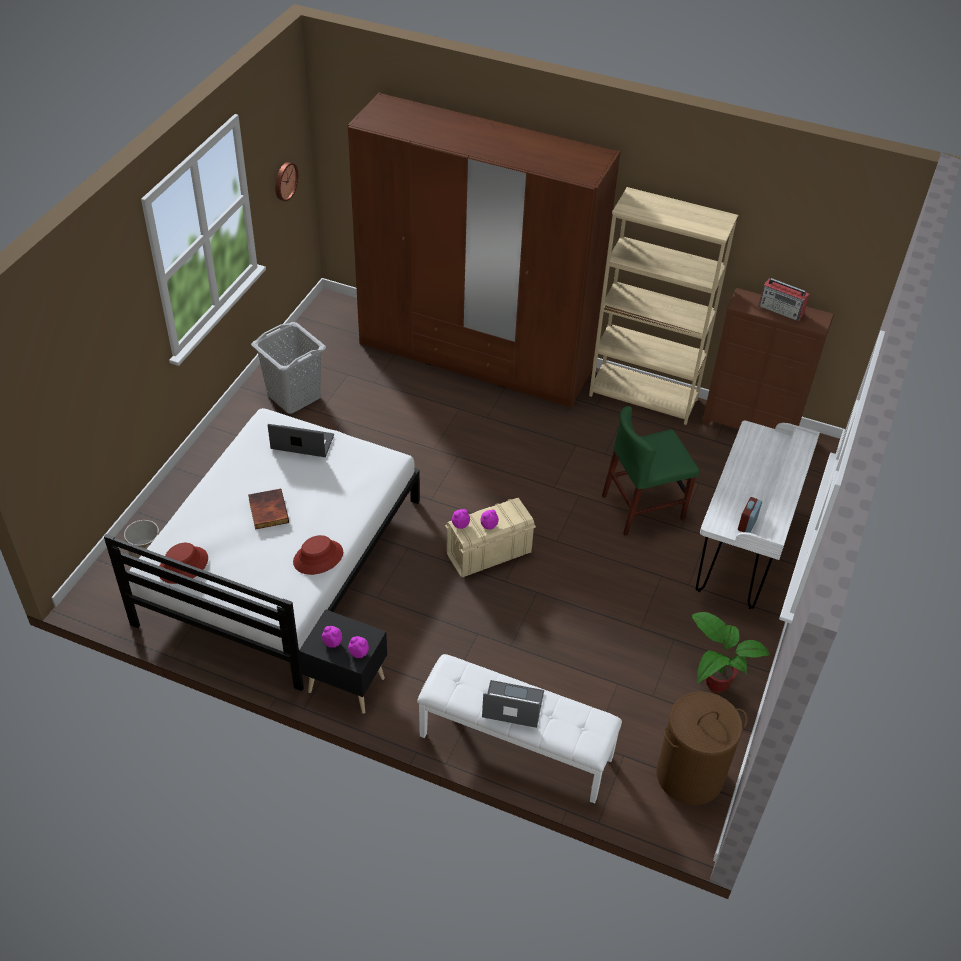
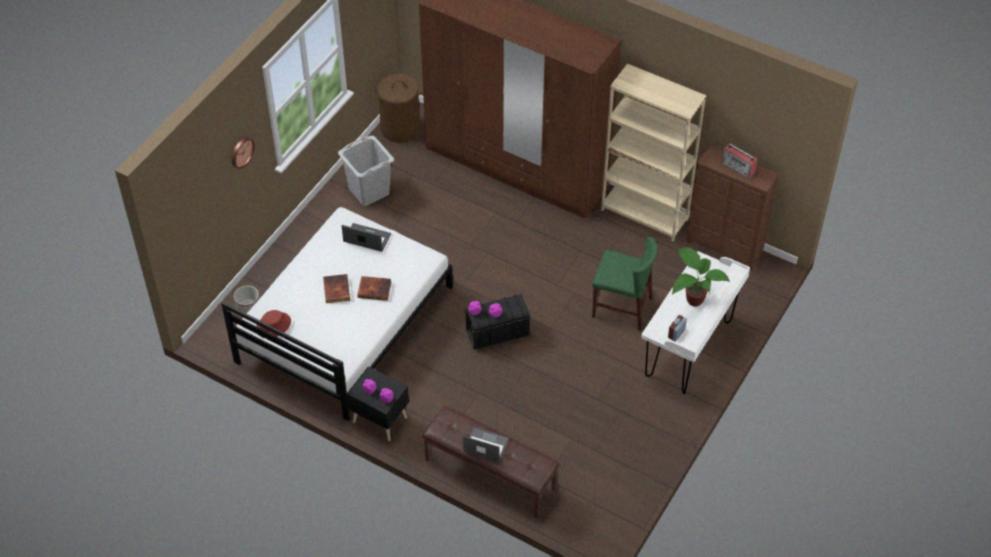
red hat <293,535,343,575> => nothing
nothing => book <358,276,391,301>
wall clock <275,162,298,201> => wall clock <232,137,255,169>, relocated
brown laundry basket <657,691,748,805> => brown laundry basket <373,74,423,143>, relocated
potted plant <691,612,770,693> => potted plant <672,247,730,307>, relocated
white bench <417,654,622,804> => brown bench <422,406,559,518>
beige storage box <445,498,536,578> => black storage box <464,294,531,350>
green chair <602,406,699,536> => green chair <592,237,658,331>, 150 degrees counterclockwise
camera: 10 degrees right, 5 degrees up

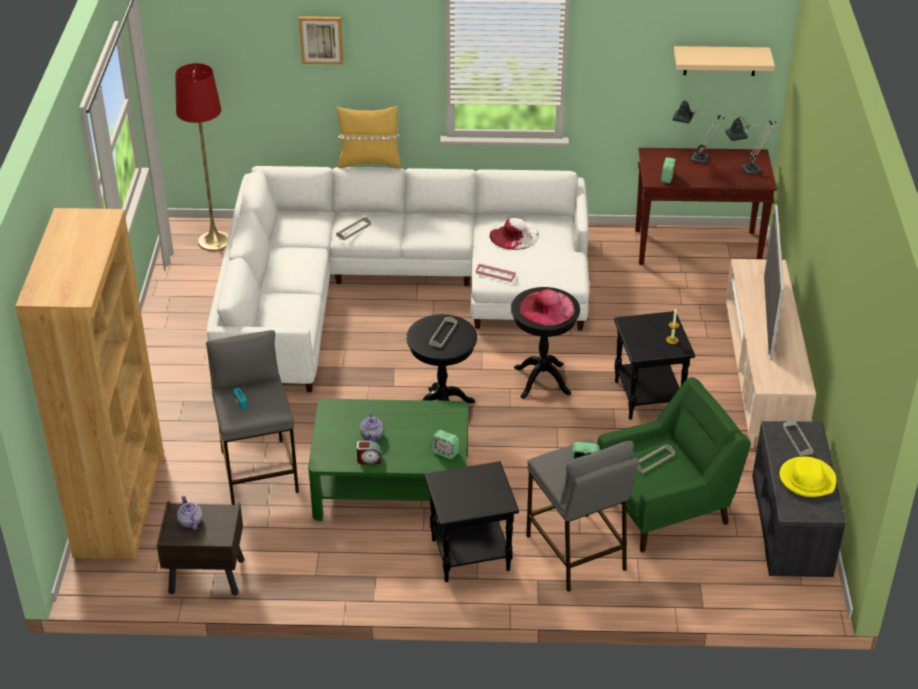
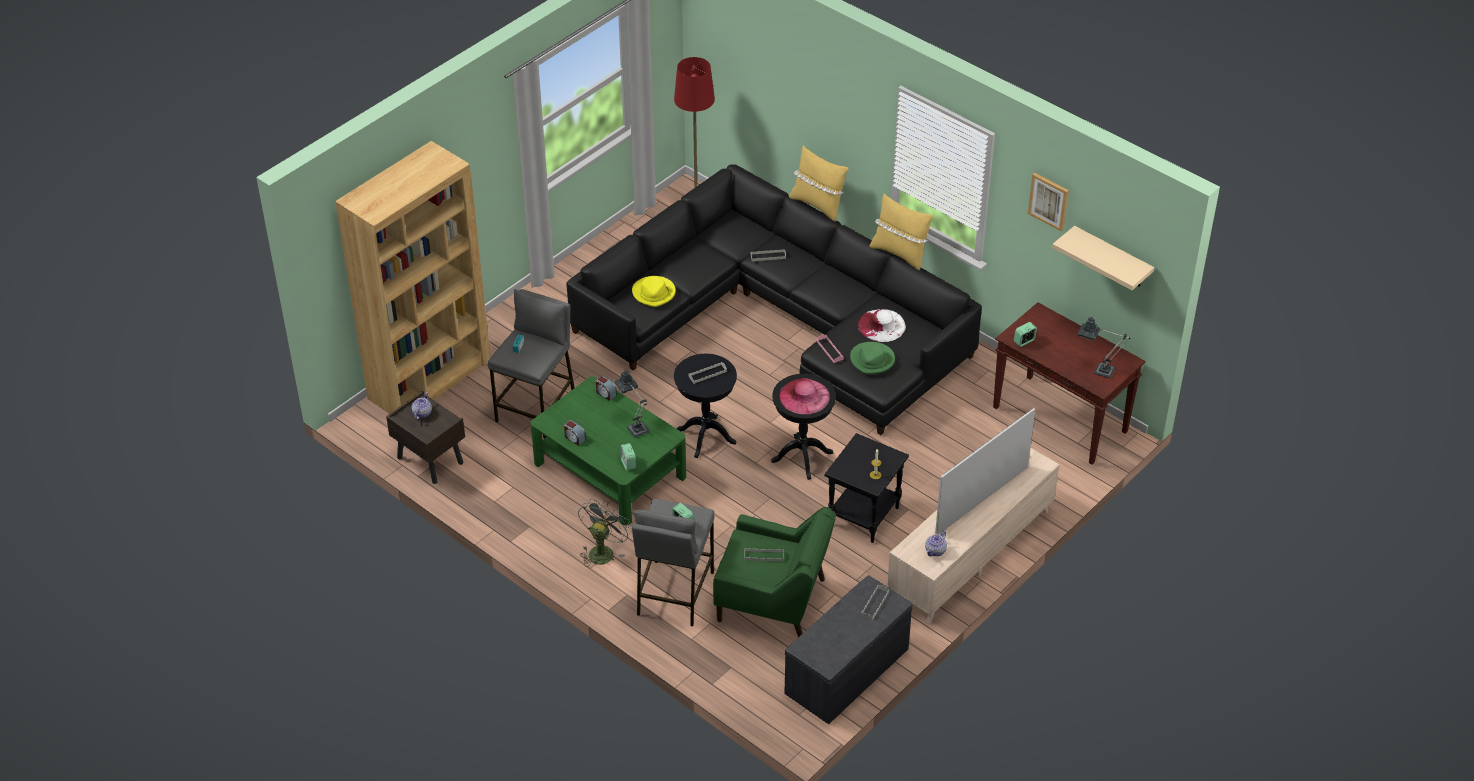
nothing => alarm clock <596,375,617,401>
nothing => green hat <850,342,895,374>
nothing => yellow pillow <869,193,933,270>
picture <299,16,343,64> => picture <1028,173,1069,231>, relocated
teapot <360,411,384,441> => teapot <925,530,947,556>, relocated
table lamp <673,100,724,164> => table lamp <615,370,649,438>, relocated
yellow hat <780,456,836,497> => yellow hat <632,276,676,307>, relocated
black side table <424,461,519,582> => grey fan <578,499,632,566>
white sofa <207,166,589,392> => black sofa <566,164,982,435>
camera: 40 degrees right, 5 degrees up

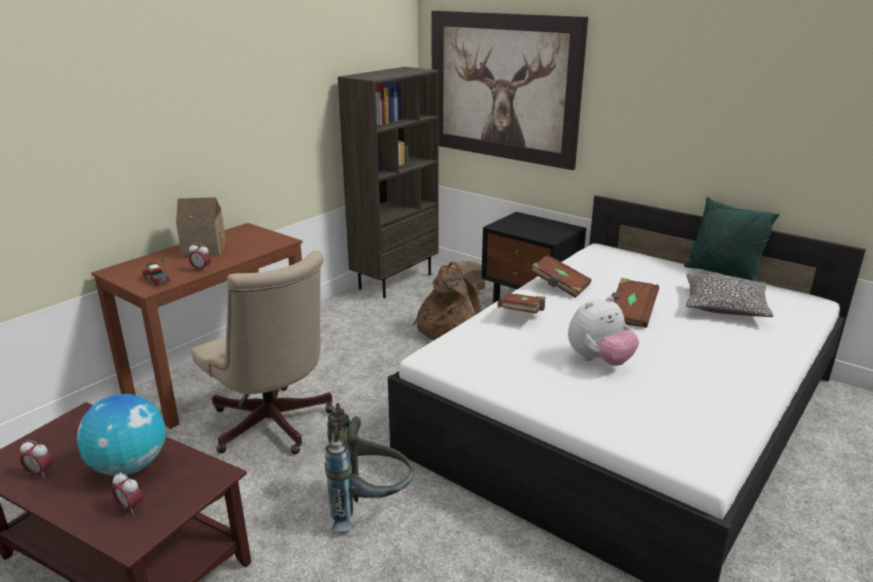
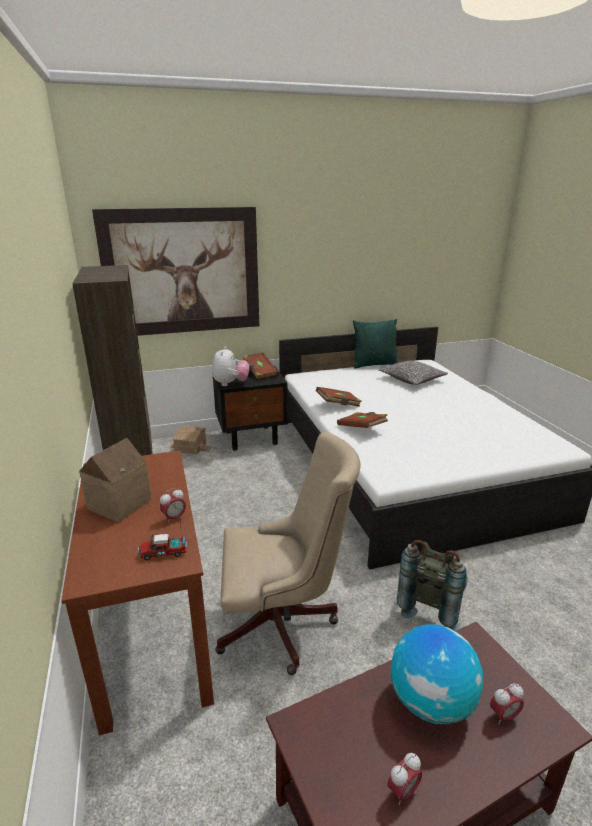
brown backpack <413,261,482,340> => nothing
plush toy <568,296,639,366> => plush toy <212,346,249,386>, relocated
brown book <611,278,659,328> => brown book <243,353,279,380>, relocated
camera: 55 degrees left, 0 degrees up

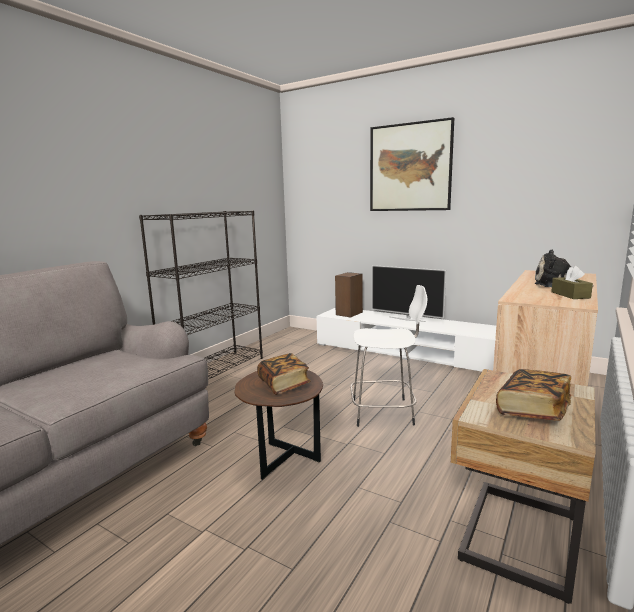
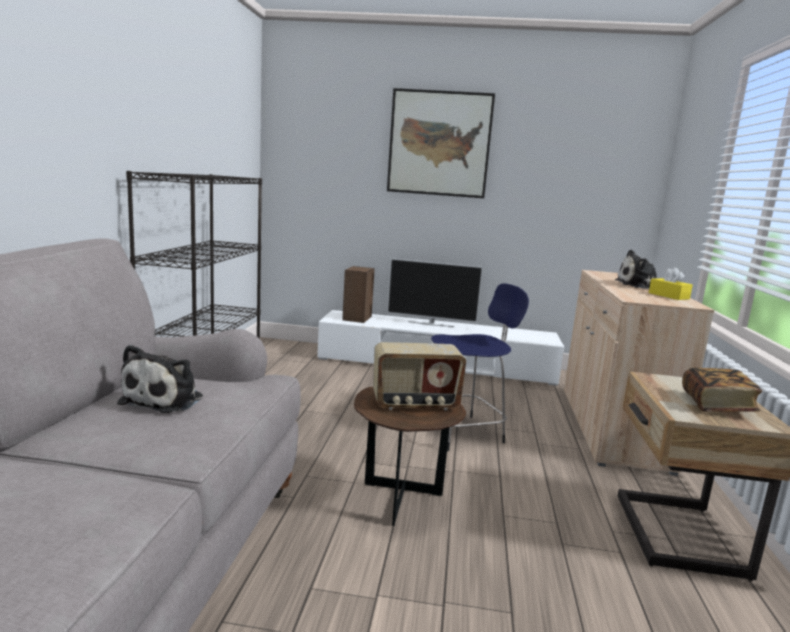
nothing => plush toy <117,345,203,413>
book <257,353,311,395> => radio <373,342,466,410>
white stool <350,285,427,427> => blue stool <431,284,529,451>
brown tissue box <551,266,593,299> => yellow tissue box <649,267,693,300>
camera: 25 degrees left, 0 degrees up

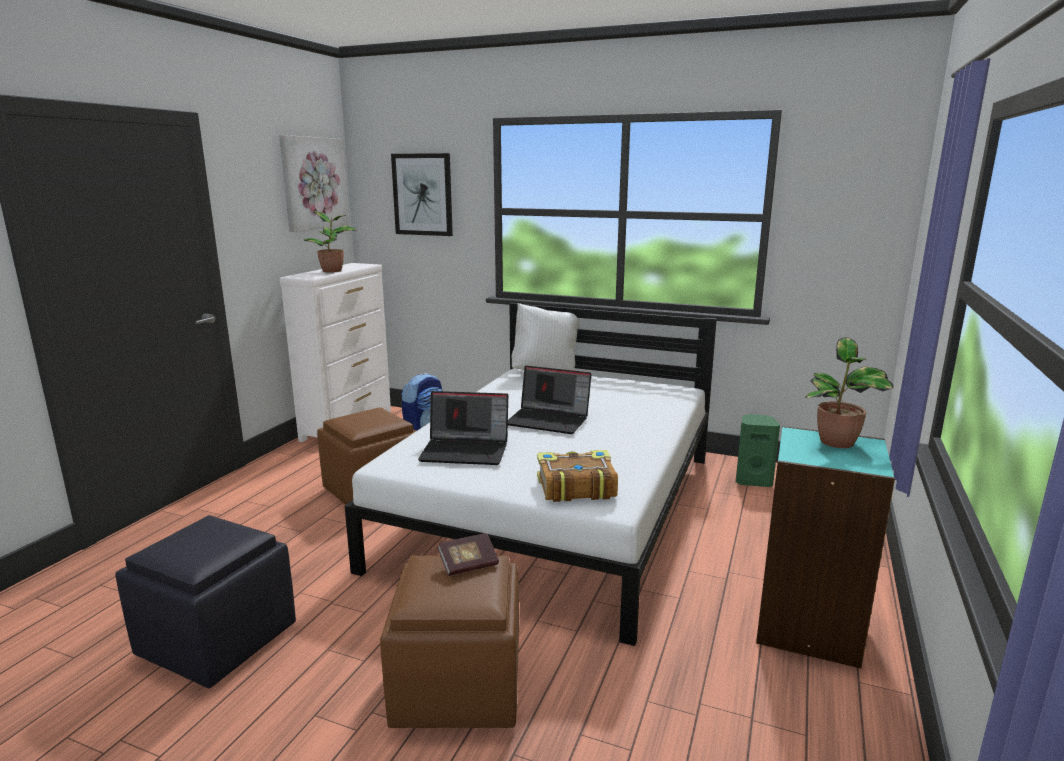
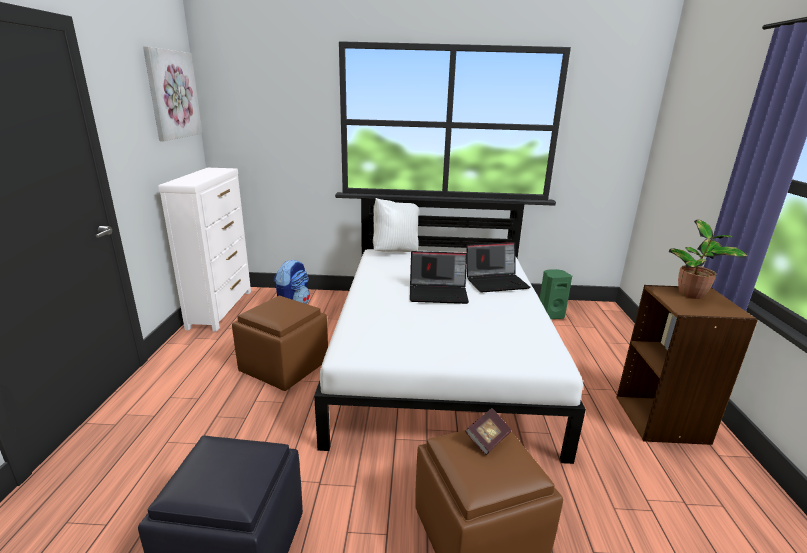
potted plant <303,211,357,273> => nothing
picture <391,153,453,236> => nothing
book <537,450,618,502> => nothing
laptop <418,391,508,465> => laptop <466,242,530,293>, relocated
turquoise bookcase <756,426,895,668> => brown bookcase <616,285,758,445>
camera: 20 degrees left, 5 degrees up

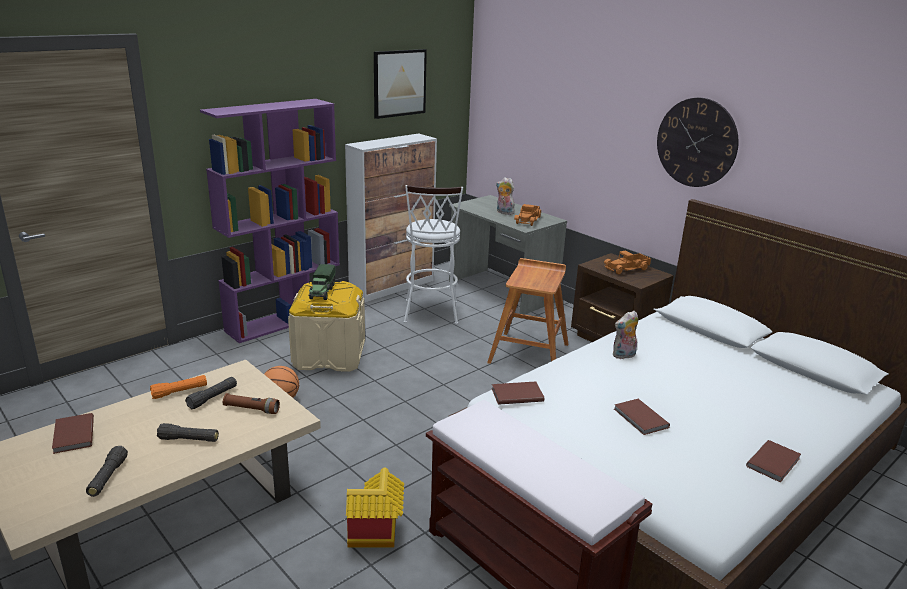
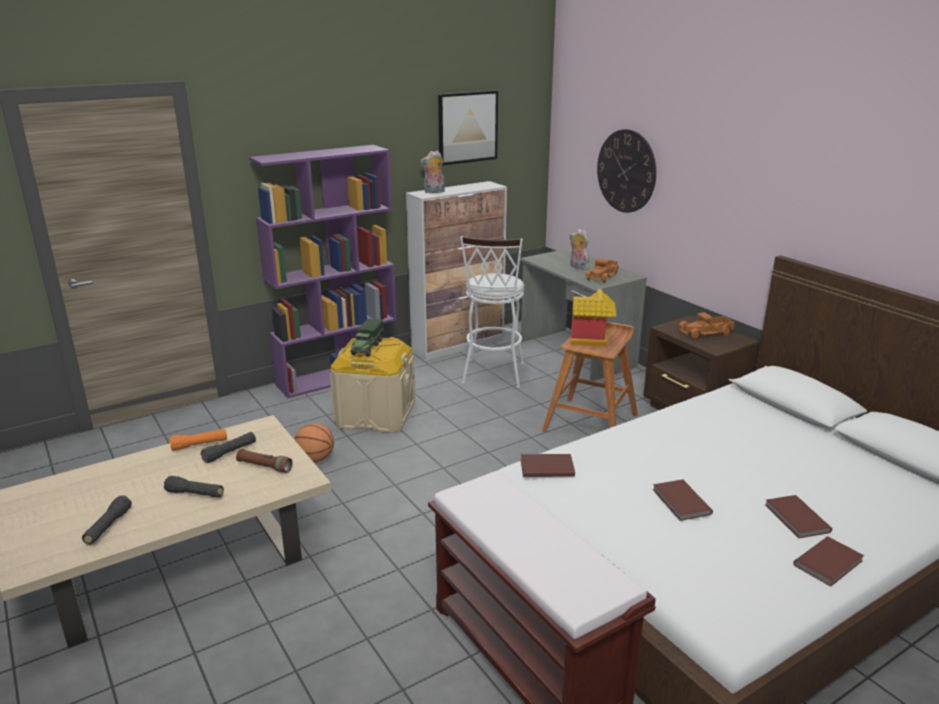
brown book <52,413,94,454> => brown book <765,495,832,539>, relocated
toy house <346,468,404,548> => toy house <571,289,617,347>, relocated
plush toy <613,311,638,359> => plush toy <420,151,445,193>, relocated
wall clock <657,98,738,187> => wall clock <597,129,656,213>, relocated
camera: 10 degrees right, 0 degrees up

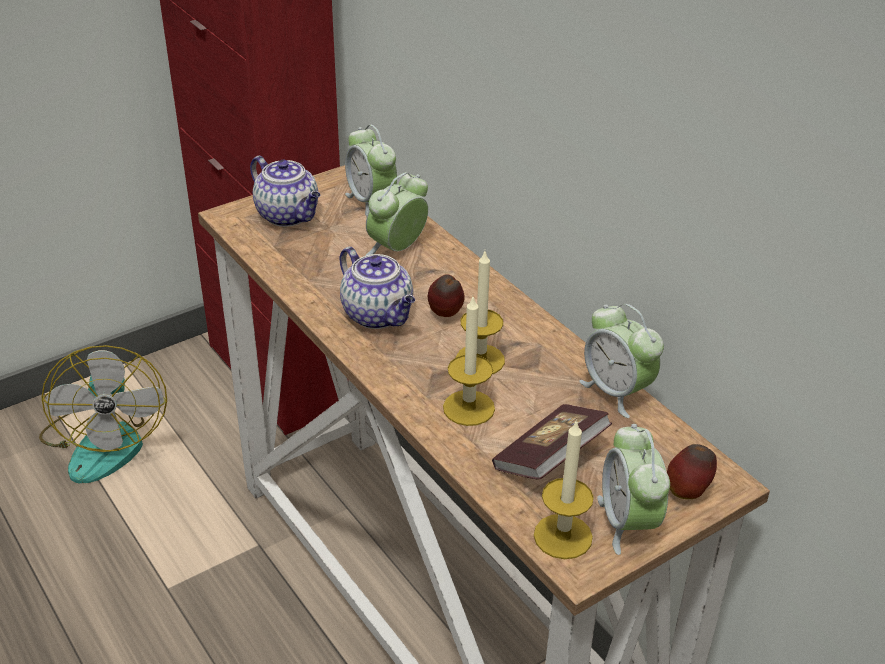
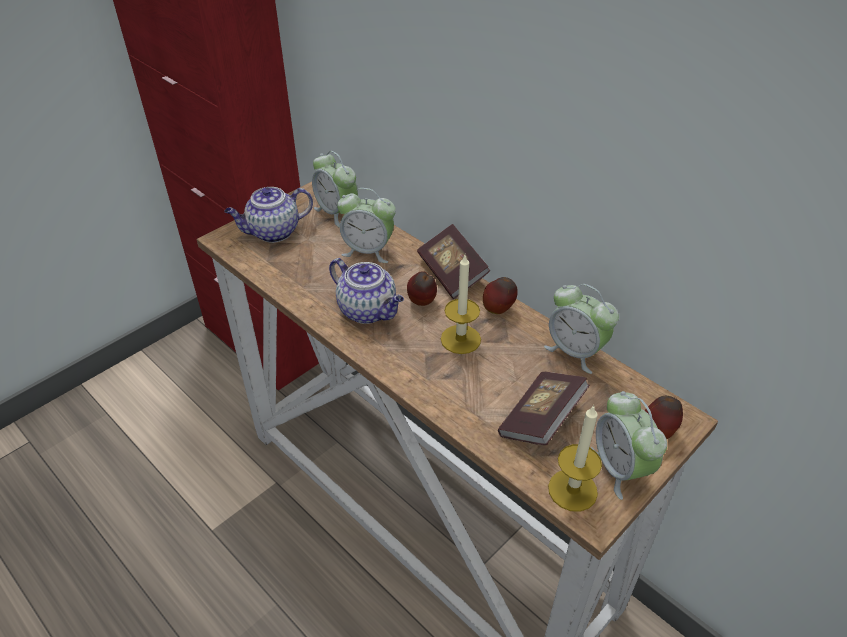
fan <39,345,167,484> => nothing
candle <443,297,495,426> => nothing
nothing => book <417,224,490,299>
nothing => apple <483,277,518,314>
teapot <250,156,321,227> => teapot <224,187,313,243>, 120 degrees clockwise
alarm clock <365,172,428,256> => alarm clock <337,188,396,263>, 105 degrees counterclockwise
camera: 10 degrees left, 5 degrees up

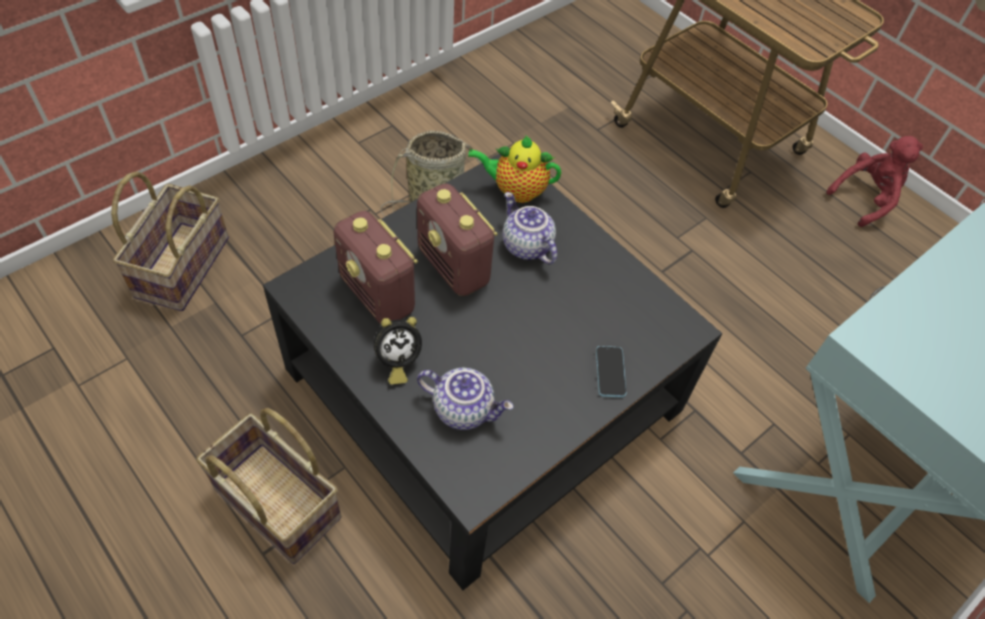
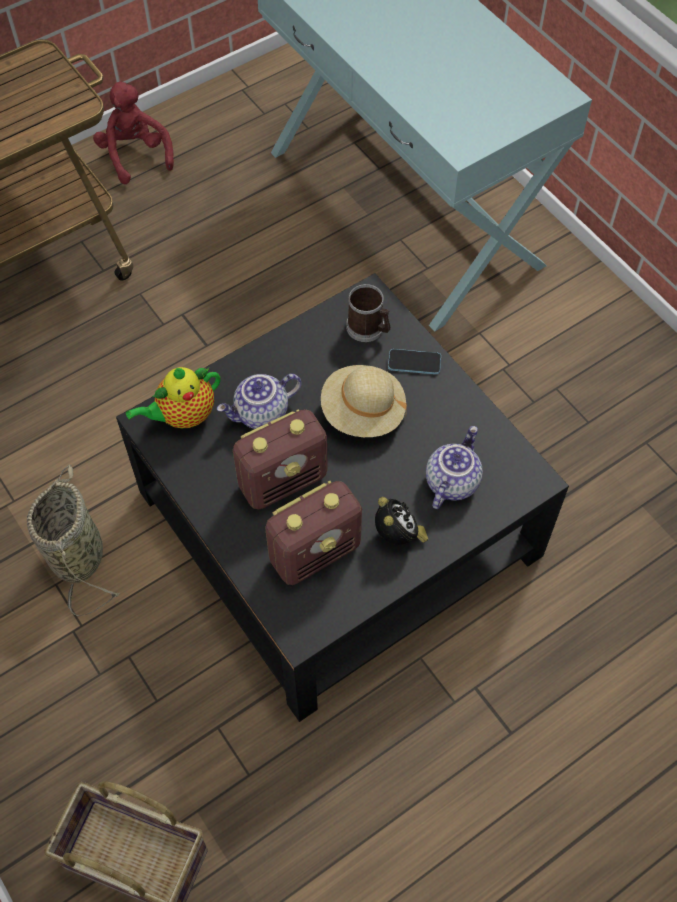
basket <196,408,341,564> => nothing
nothing => beige hat <321,365,407,437>
nothing => mug <346,284,390,342>
teapot <468,135,561,203> => teapot <126,367,220,428>, 45 degrees clockwise
camera: 80 degrees left, 5 degrees up

